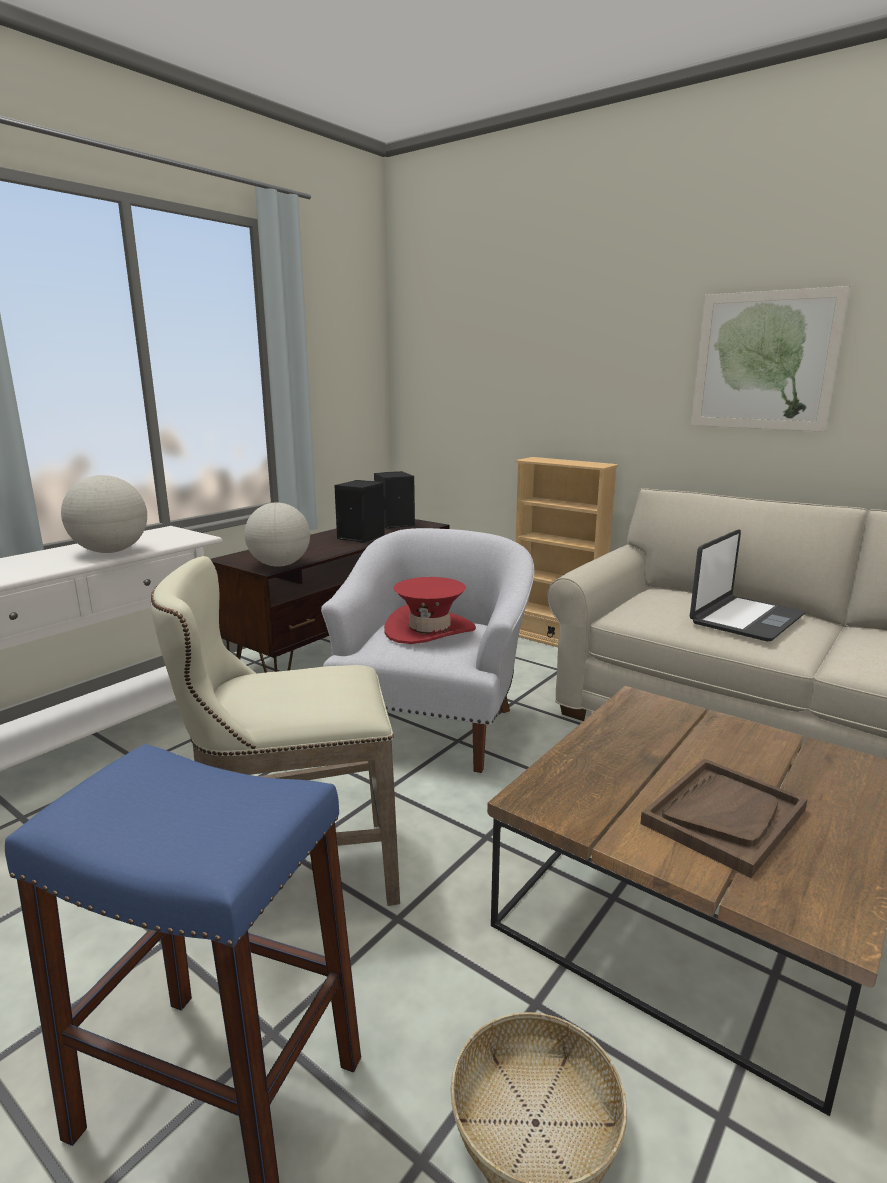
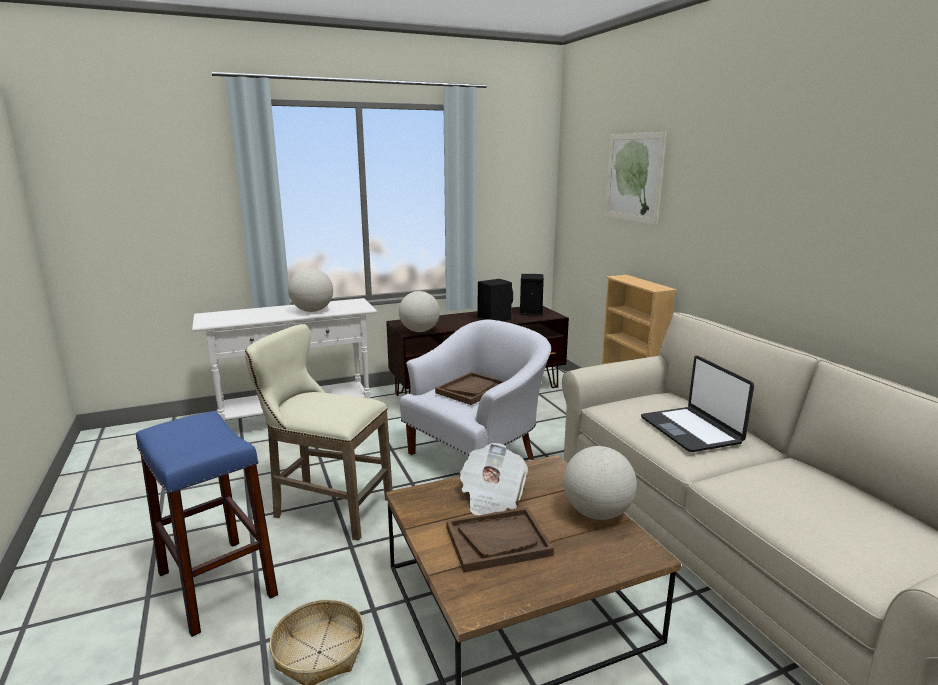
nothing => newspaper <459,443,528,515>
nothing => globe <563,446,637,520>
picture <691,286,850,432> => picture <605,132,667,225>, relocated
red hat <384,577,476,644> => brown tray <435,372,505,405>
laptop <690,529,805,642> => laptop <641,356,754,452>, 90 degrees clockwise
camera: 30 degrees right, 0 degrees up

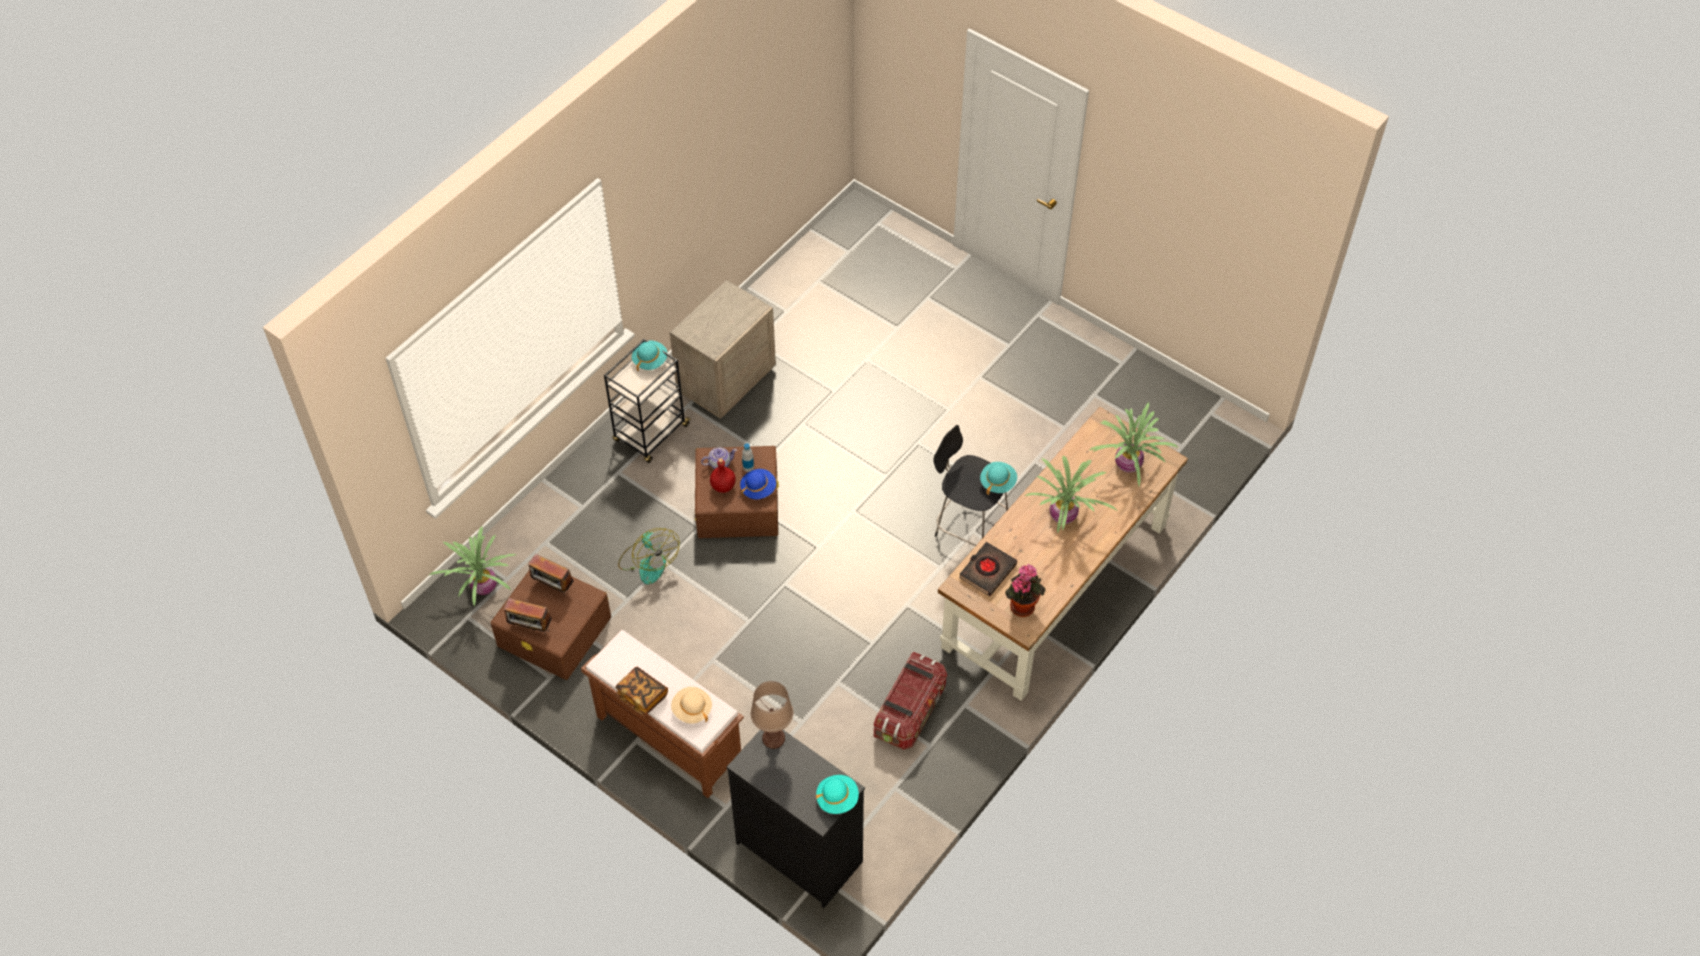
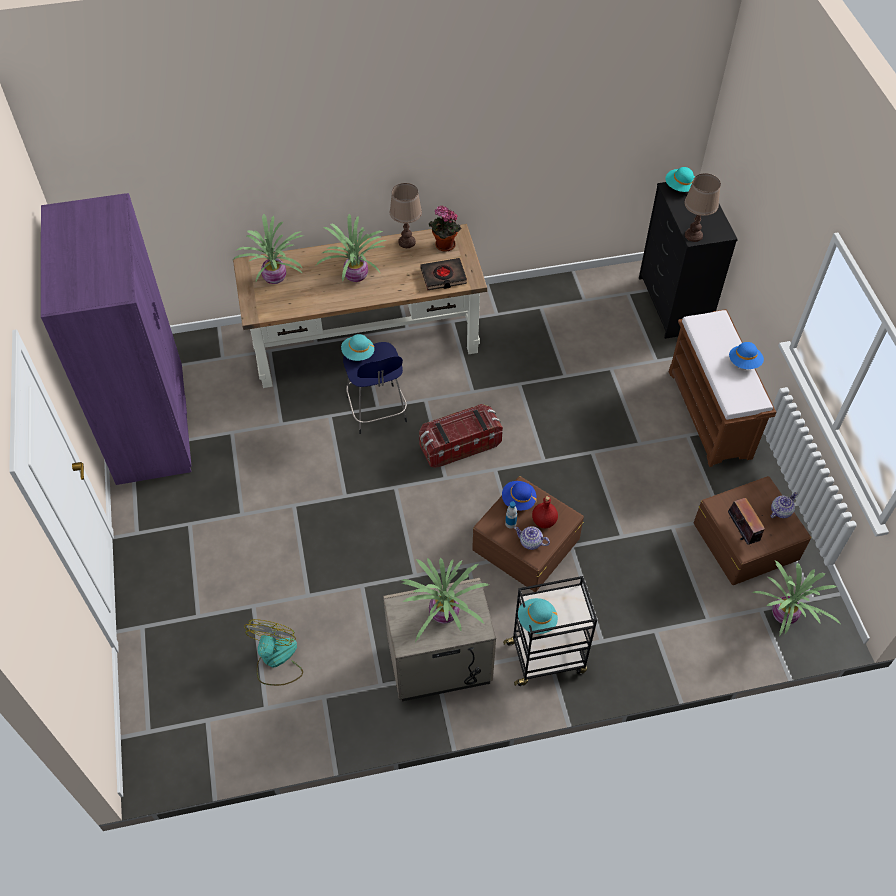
beige hat <671,687,712,724> => nothing
nothing => purple wardrobe <41,193,192,485>
nothing => brown table lamp <390,183,422,248>
nothing => potted plant <402,558,489,642>
fan <618,528,680,584> => fan <244,619,303,686>, relocated
storage box <874,652,947,750> => storage box <419,404,503,468>, relocated
radio <504,598,552,632> => teapot <770,492,798,518>
book <615,667,668,716> => blue hat <729,342,764,369>
black stool <933,425,1008,546> => blue stool <343,342,407,434>
camera: 140 degrees left, 0 degrees up

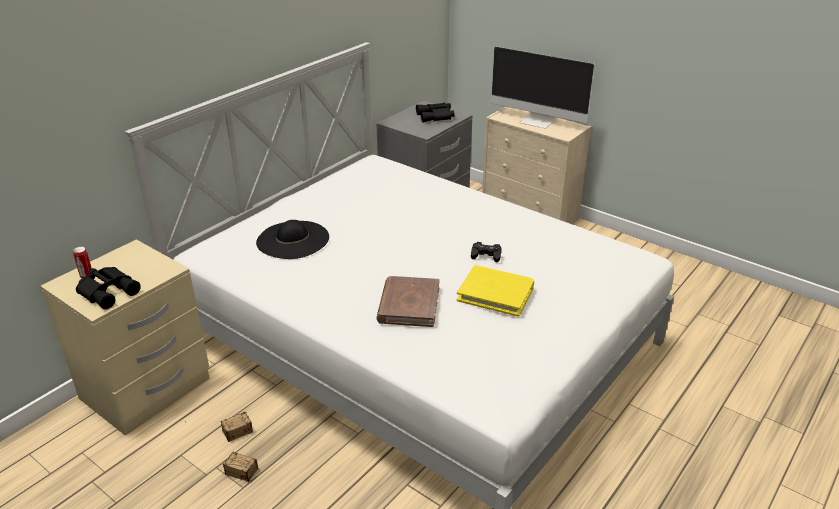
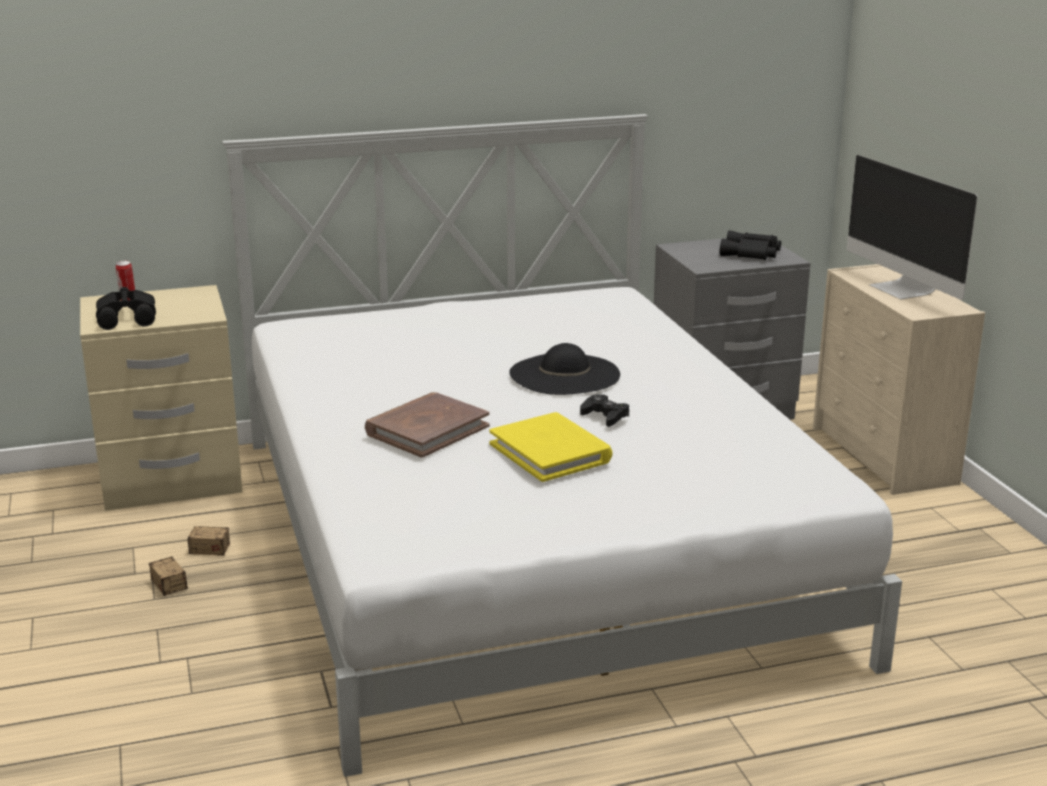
black hat <256,220,329,259> => black hat <509,343,620,395>, relocated
camera: 35 degrees right, 10 degrees down

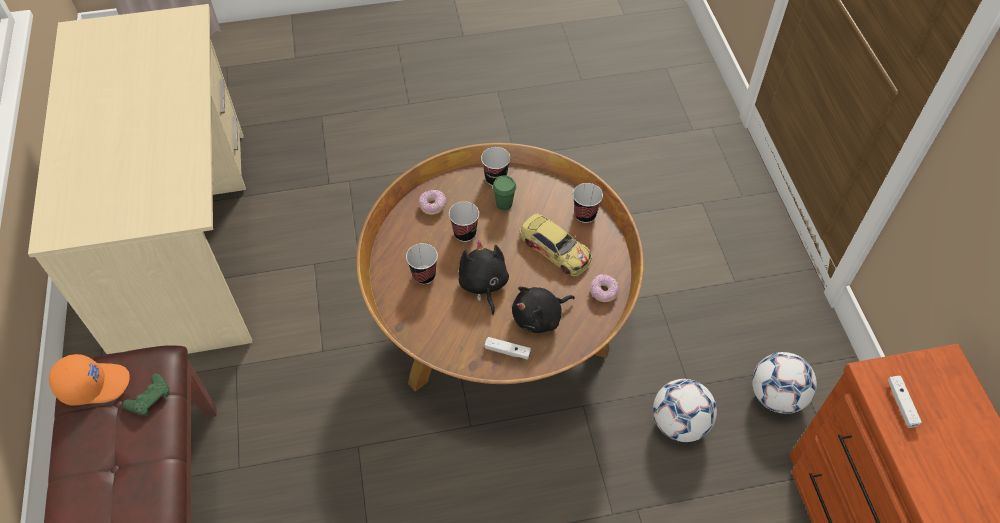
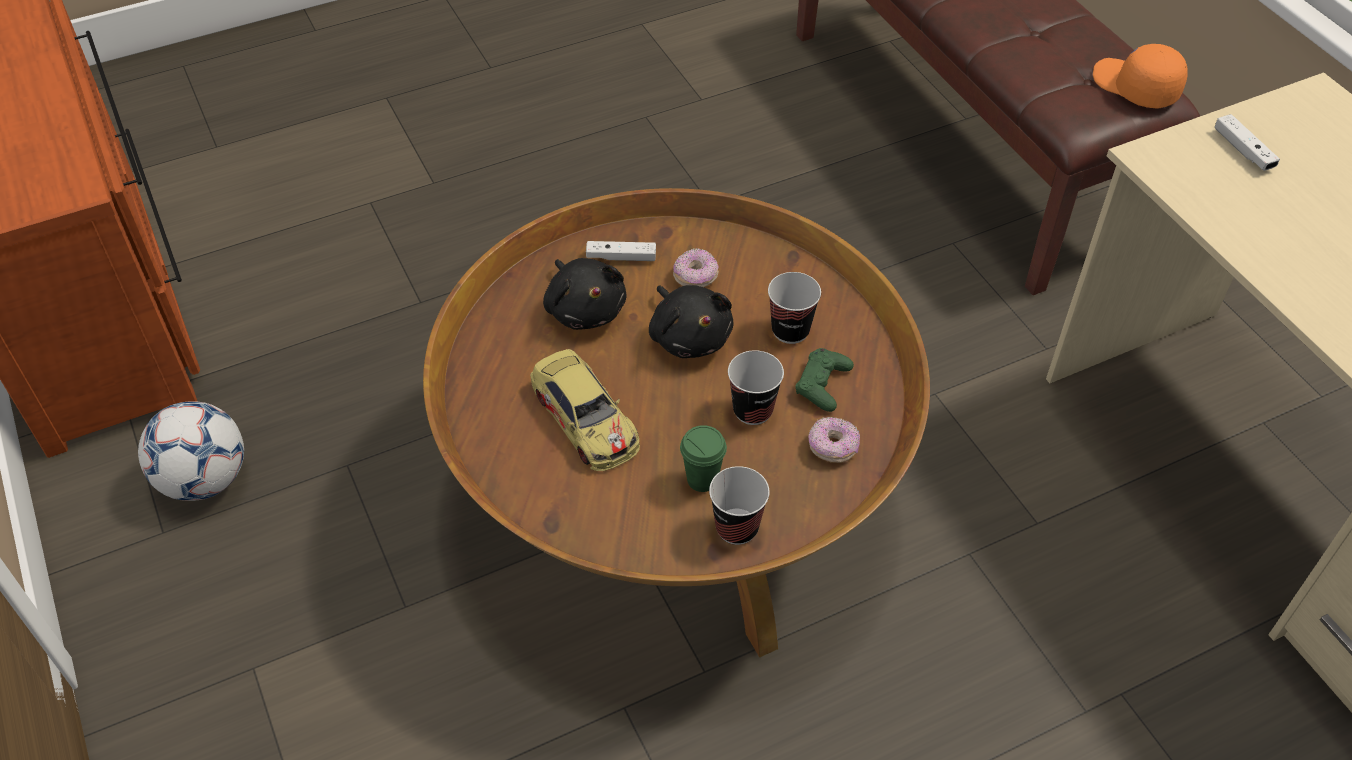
cup <573,183,603,223> => nothing
football <653,379,717,442> => nothing
green game controller <122,374,169,416> => green game controller <795,348,854,412>, relocated
donut <590,274,619,302> => donut <673,248,719,287>, relocated
white game controller <888,376,922,428> => white game controller <1215,114,1280,171>, relocated
orange cap <49,354,130,406> => orange cap <1093,44,1188,109>, 75 degrees clockwise
black plush toy <512,286,575,333> => black plush toy <543,258,626,330>, 105 degrees clockwise
toy car <520,213,592,276> => toy car <530,349,640,471>, 150 degrees counterclockwise
camera: 165 degrees right, 5 degrees down

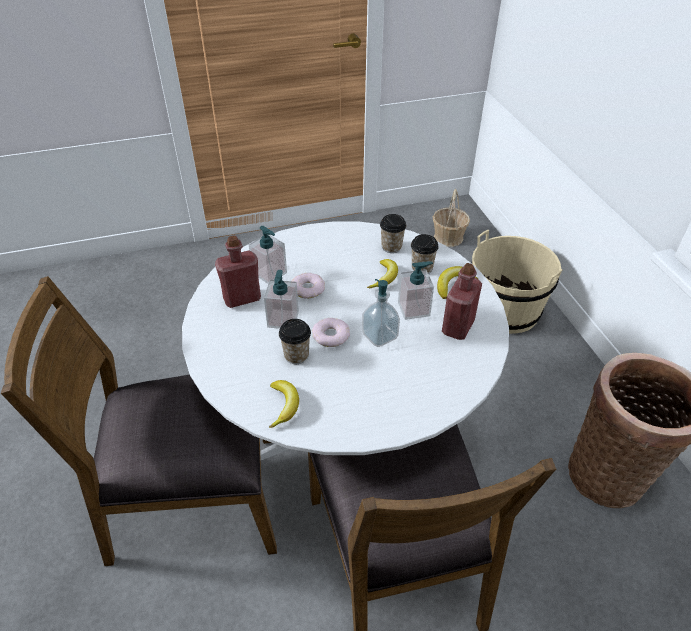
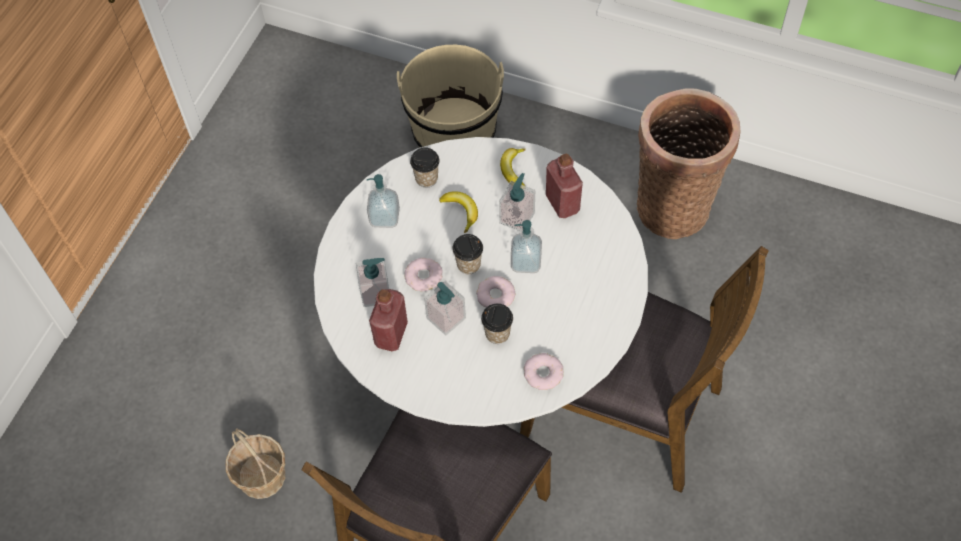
nothing => soap dispenser <367,174,400,228>
cup <411,234,439,274> => cup <452,234,483,274>, relocated
basket <433,189,470,247> => basket <225,428,286,499>, relocated
banana <269,380,299,428> => donut <524,353,564,390>
camera: 50 degrees left, 15 degrees up

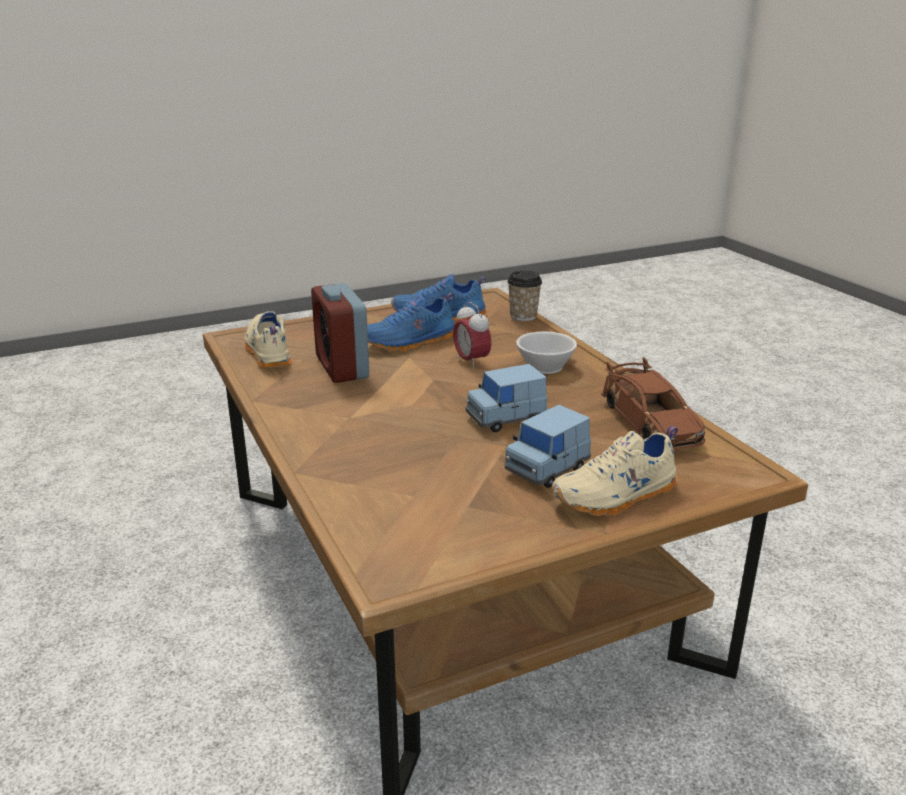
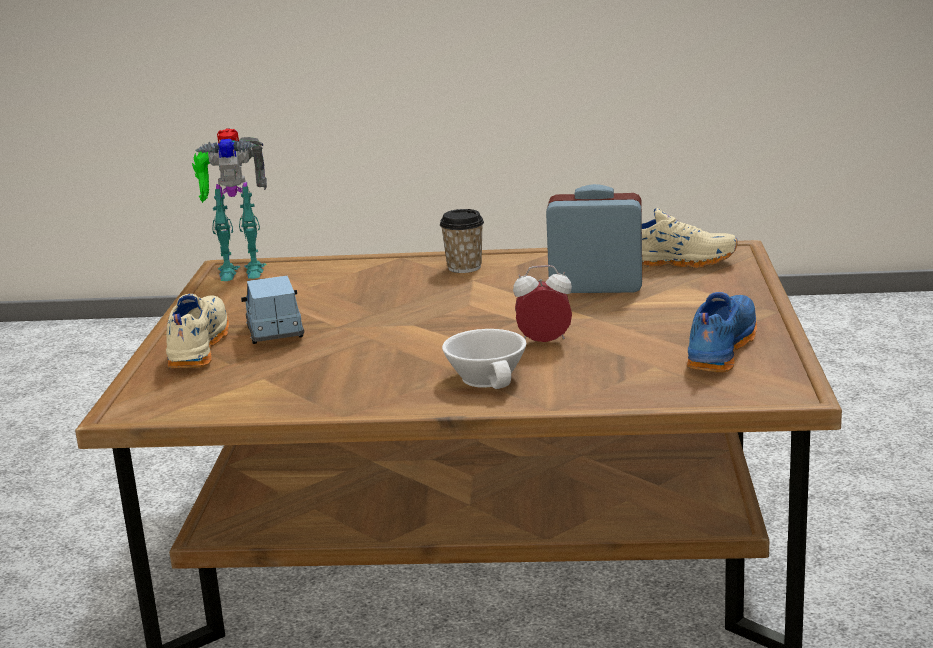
blue shoe <367,293,455,352> => nothing
blue toy car <466,364,548,432> => nothing
brown toy car <601,357,705,451> => nothing
nothing => toy robot <192,128,267,281>
cup <507,270,542,321> => cup <440,209,484,273>, relocated
camera: 120 degrees right, 5 degrees down

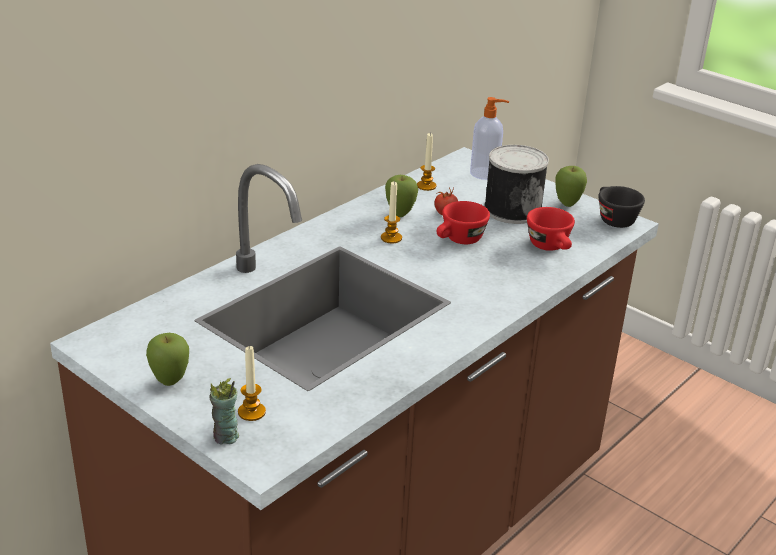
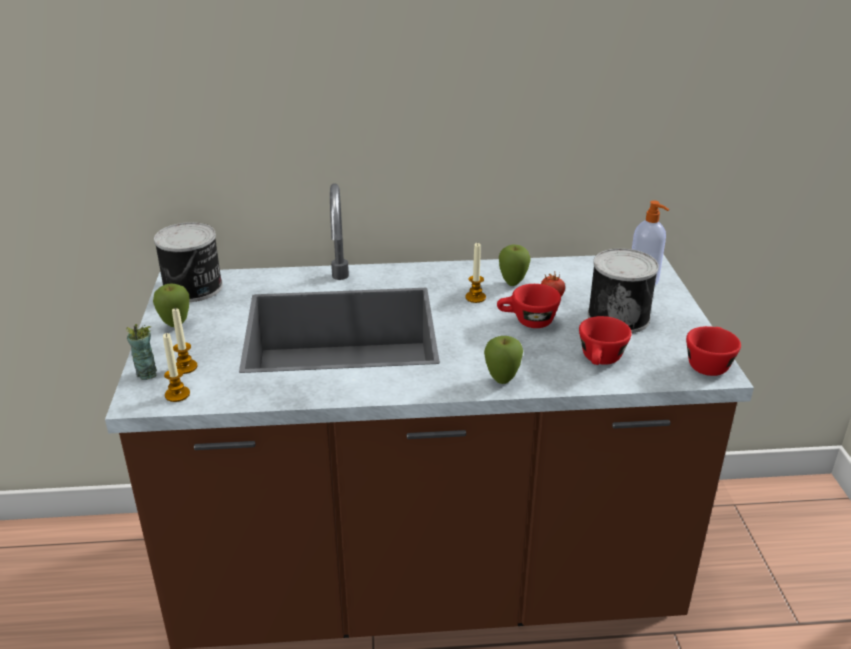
nothing => can <154,222,223,302>
candle <417,133,437,191> => candle <163,333,190,402>, relocated
apple <556,166,587,207> => apple <484,336,523,384>, relocated
black cup <598,186,645,228> => red cup <686,326,741,376>
camera: 45 degrees right, 0 degrees up

